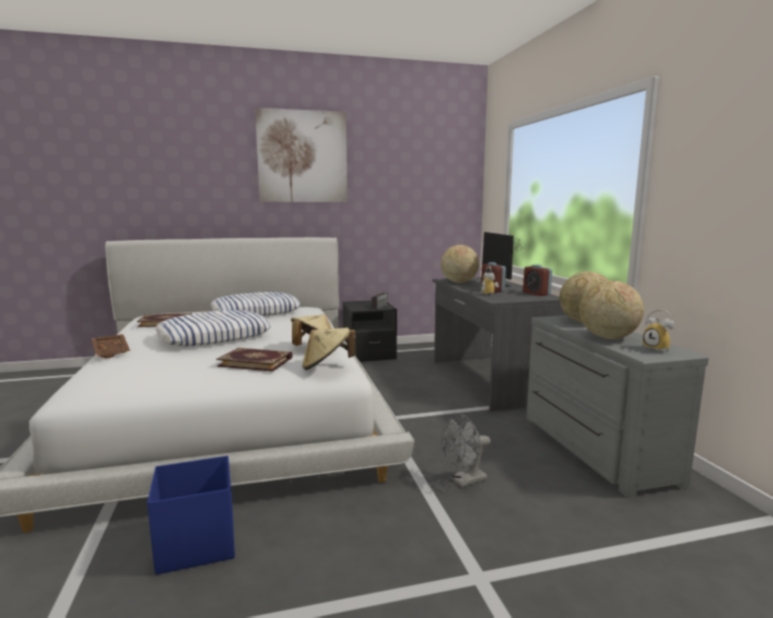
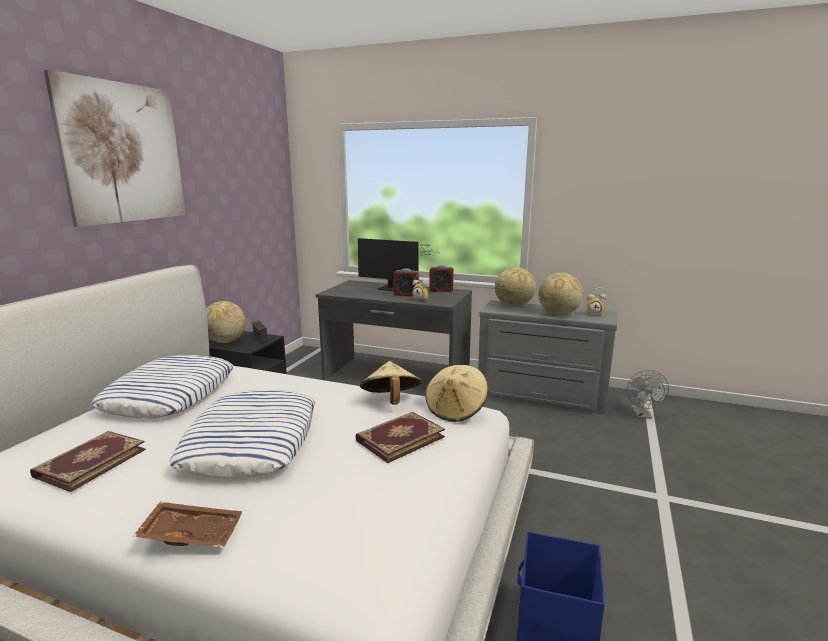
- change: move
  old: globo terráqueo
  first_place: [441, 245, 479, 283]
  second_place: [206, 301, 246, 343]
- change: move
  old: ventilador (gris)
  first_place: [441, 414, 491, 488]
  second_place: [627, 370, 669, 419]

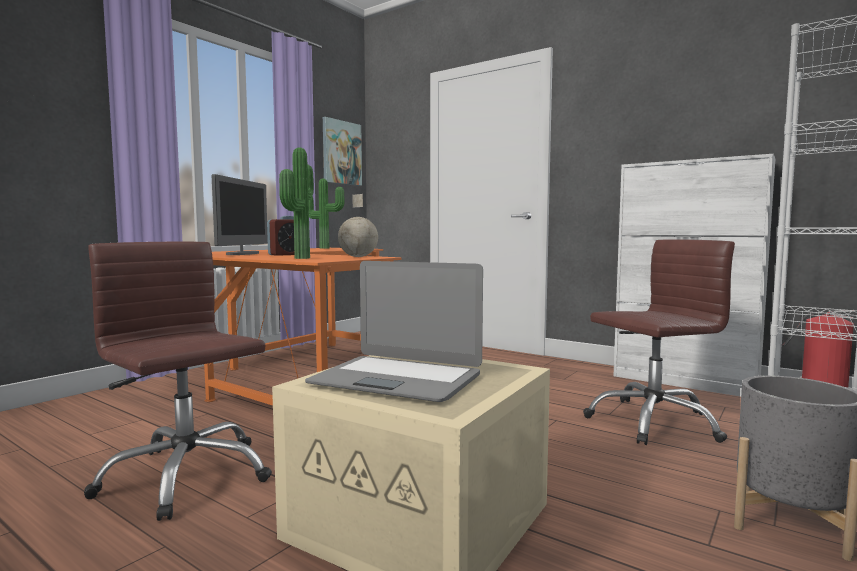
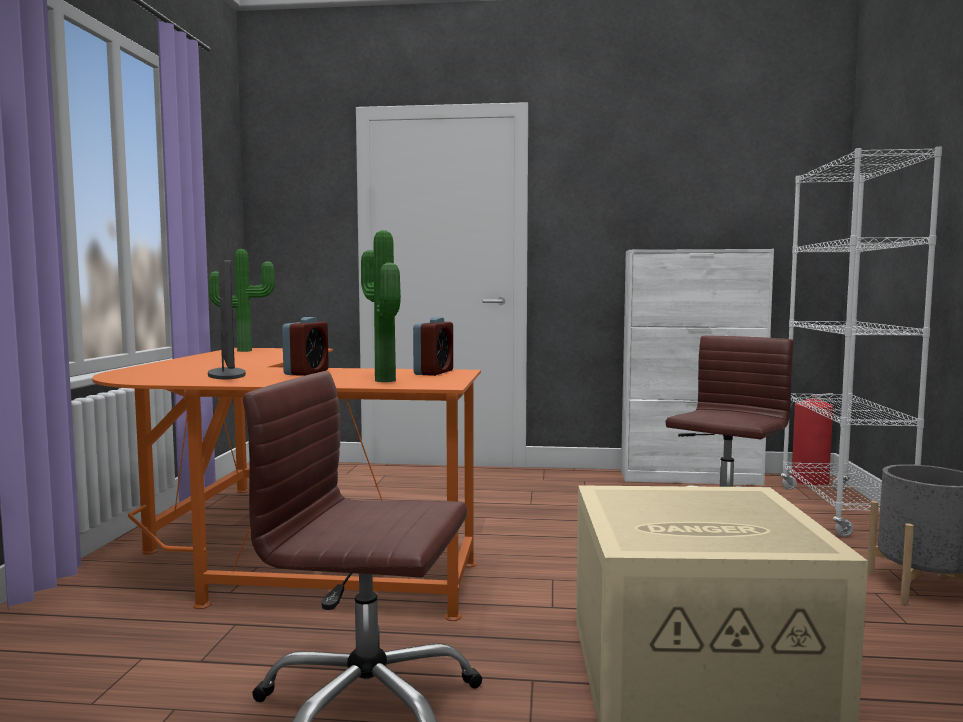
- change: replace
  old: globo terráqueo
  new: despertador
  first_place: [338, 194, 378, 257]
  second_place: [413, 317, 453, 376]
- change: delete
  old: portátil
  first_place: [305, 261, 483, 402]
- change: delete
  old: cuadro
  first_place: [323, 117, 362, 186]

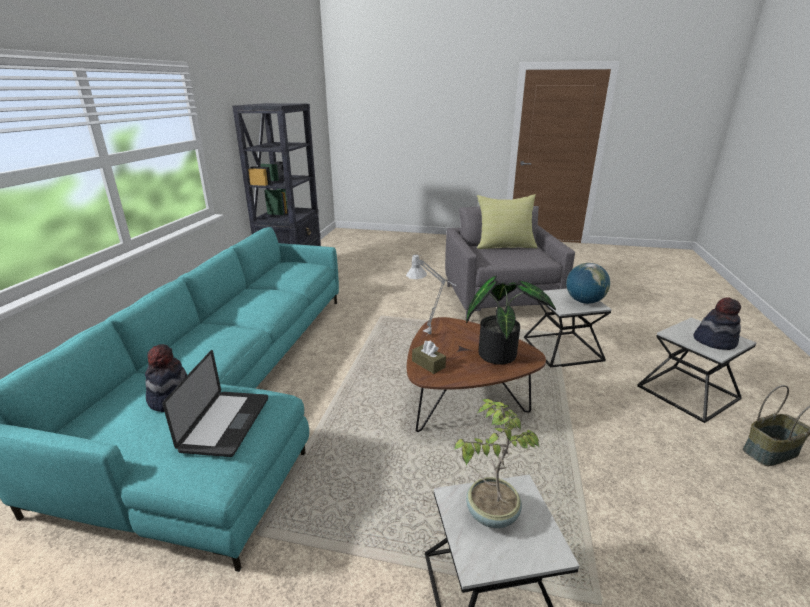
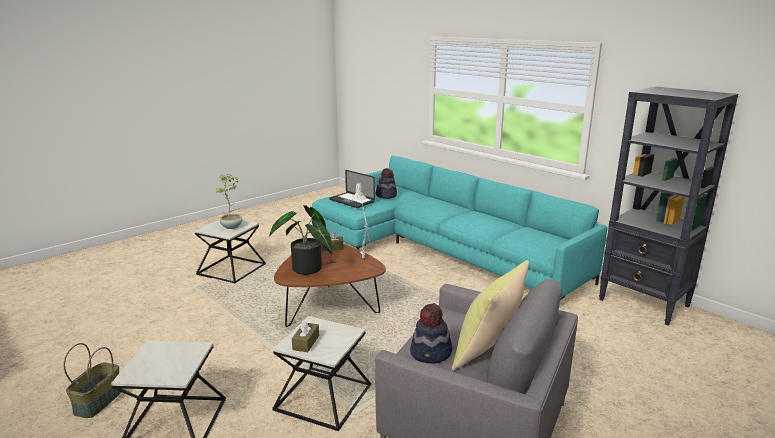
- change: replace
  old: globo terráqueo
  new: caja de pañuelos (marrón)
  first_place: [566, 263, 610, 304]
  second_place: [292, 319, 319, 352]
- change: move
  old: sombrero
  first_place: [693, 297, 741, 350]
  second_place: [410, 303, 452, 364]

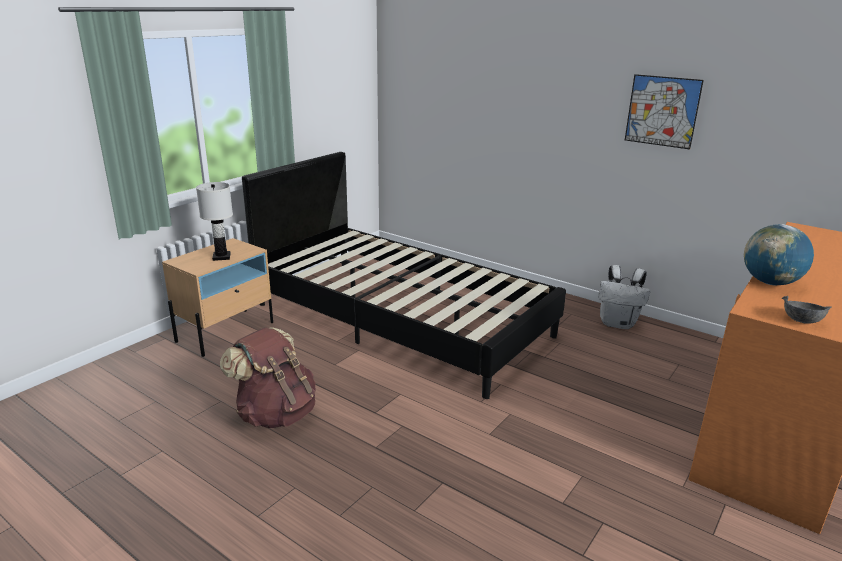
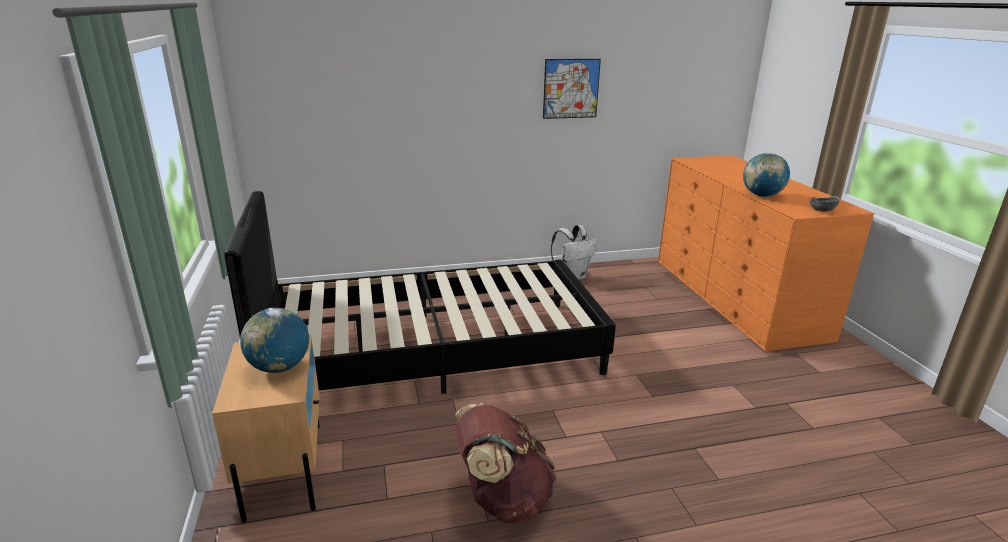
- change: replace
  old: lámpara de mesa (blanco)
  new: globo terráqueo
  first_place: [196, 182, 233, 261]
  second_place: [240, 308, 309, 373]

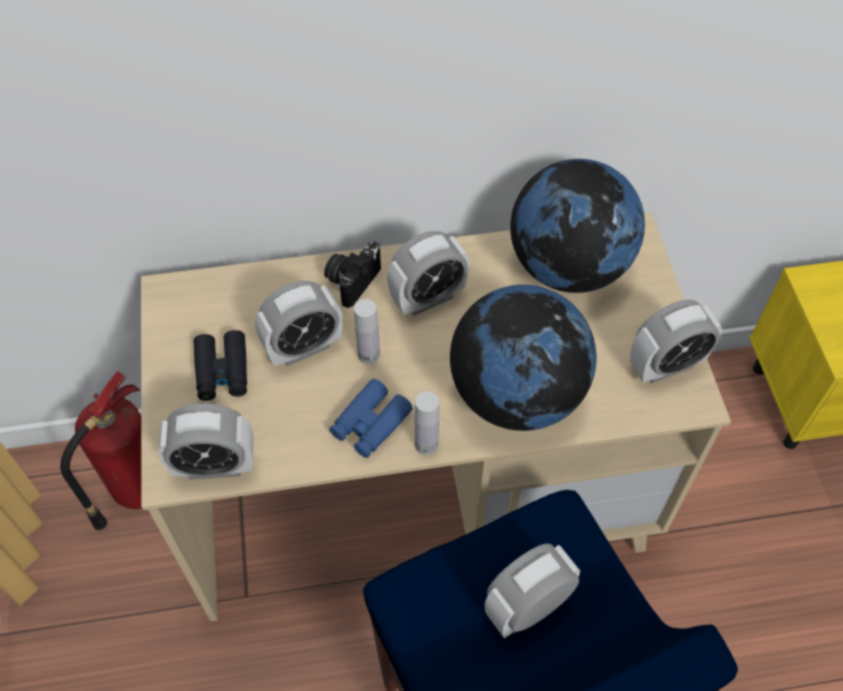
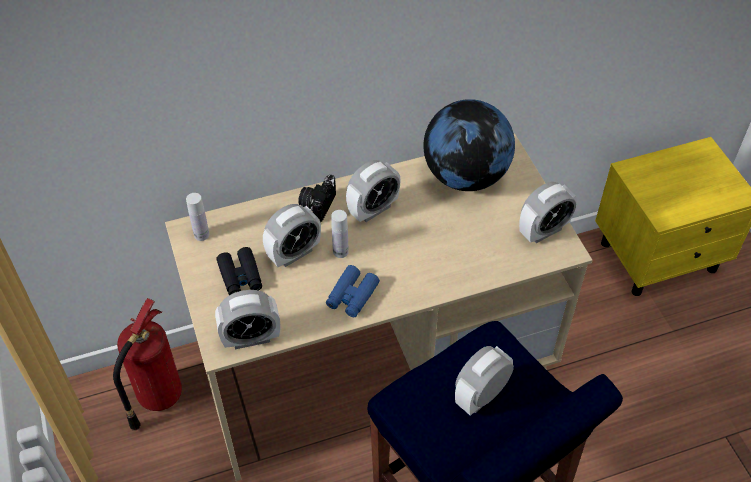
- change: move
  old: botella (blanco)
  first_place: [414, 391, 439, 455]
  second_place: [186, 193, 210, 241]
- change: delete
  old: globo terráqueo
  first_place: [450, 285, 596, 431]

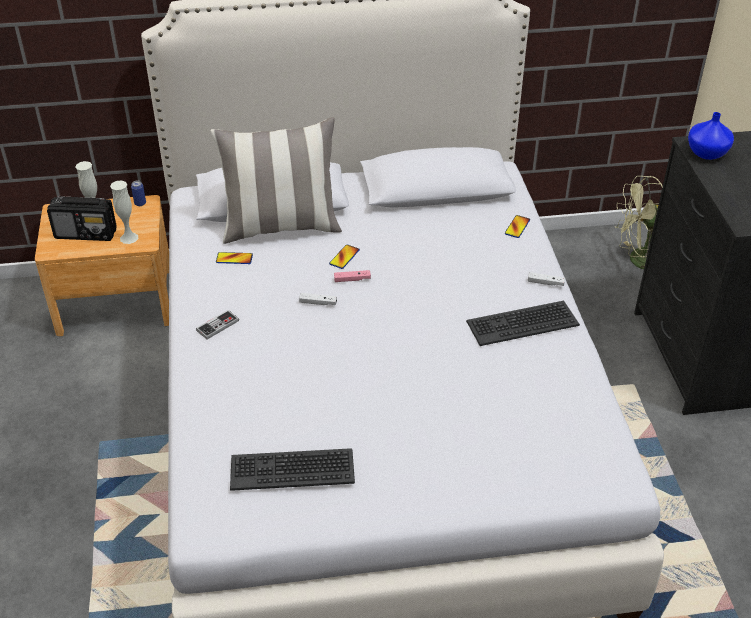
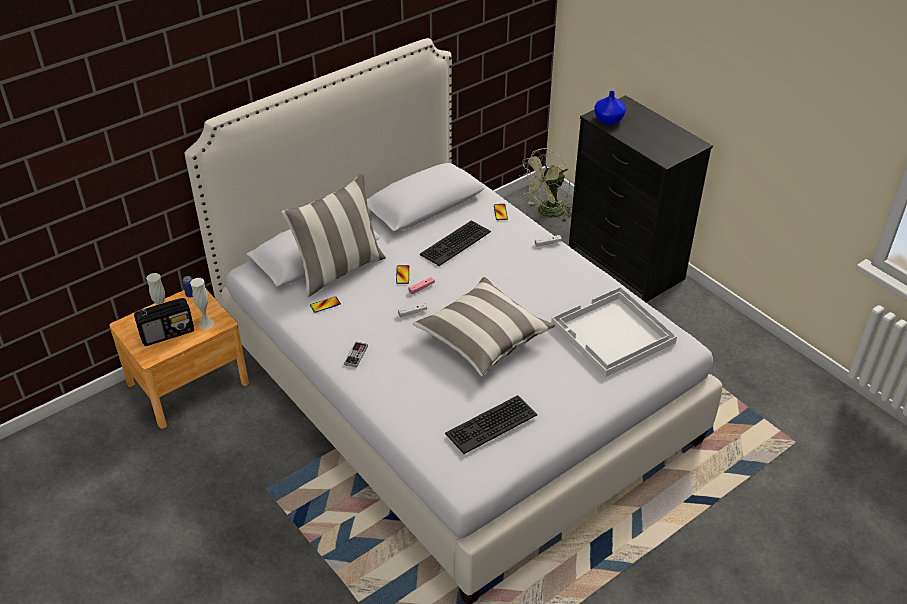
- change: insert
  new: cojín
  second_place: [413, 277, 555, 377]
- change: move
  old: teclado
  first_place: [466, 301, 580, 346]
  second_place: [420, 220, 491, 266]
- change: insert
  new: bandeja (blanco)
  second_place: [551, 287, 677, 377]

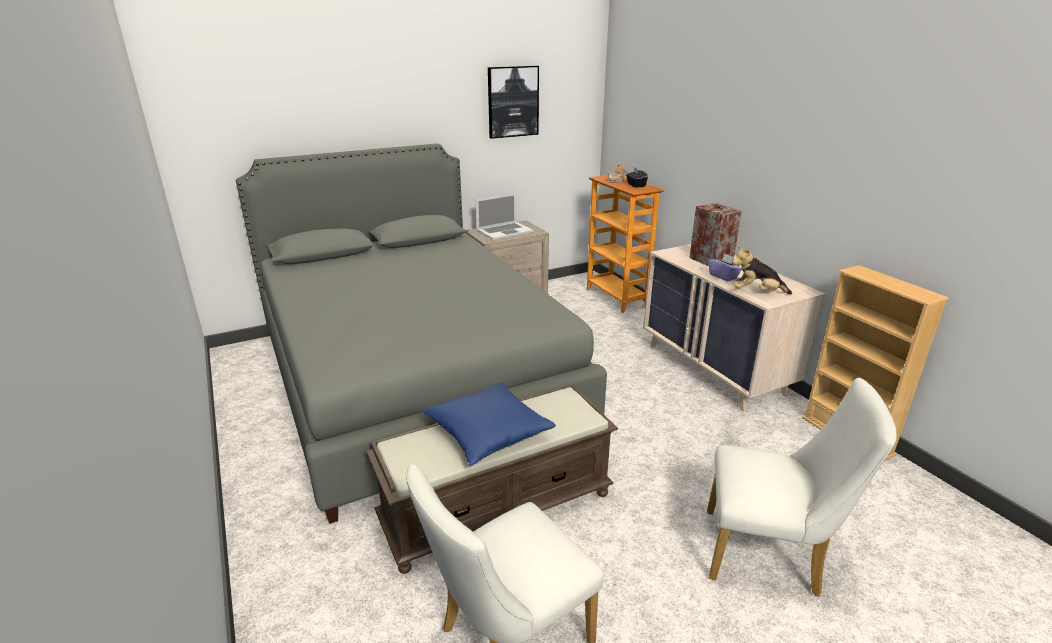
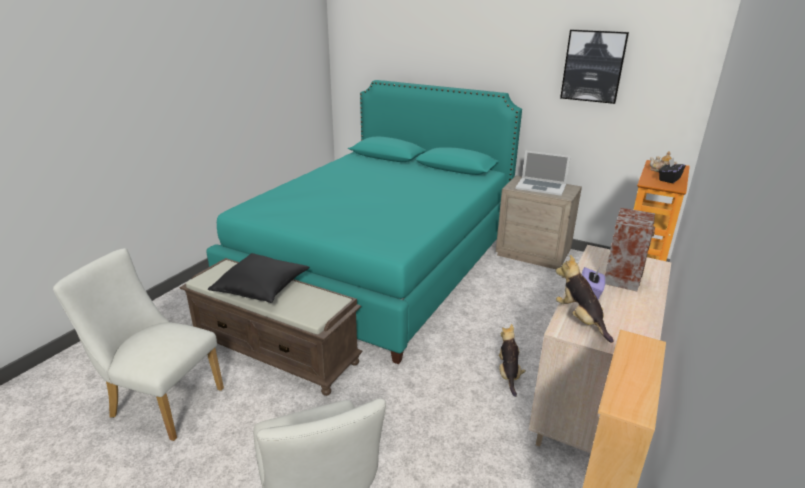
- change: recolor
  old: cama (gris)
  new: cama (turquesa)
  first_place: [236, 143, 607, 524]
  second_place: [206, 80, 522, 364]
- change: recolor
  old: cojín (azul)
  new: cojín (negro)
  first_place: [423, 383, 556, 466]
  second_place: [208, 253, 310, 303]
- change: insert
  new: peluche
  second_place: [499, 324, 526, 397]

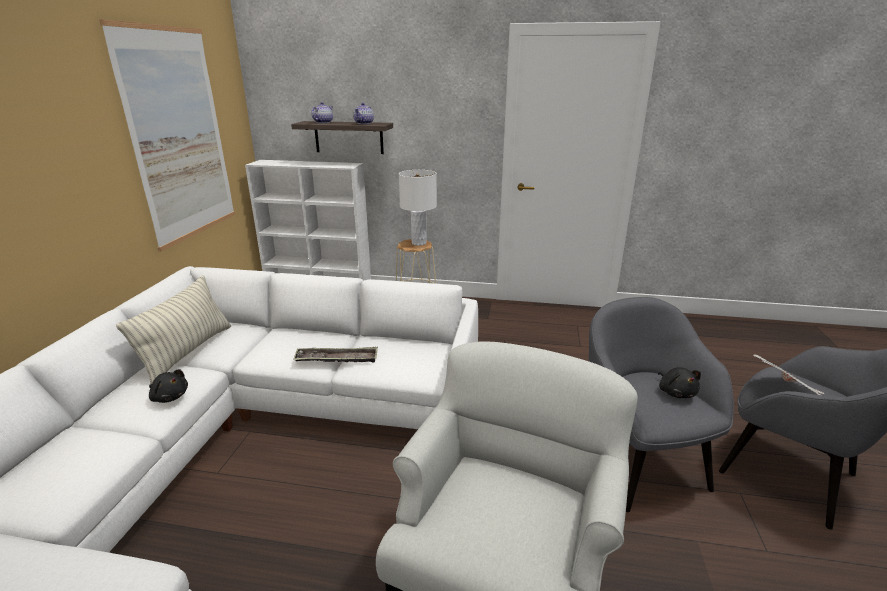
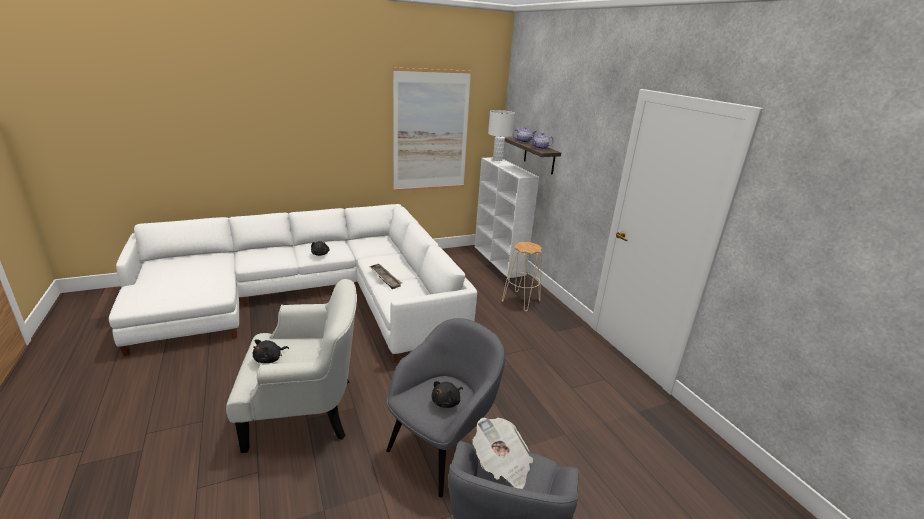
- change: insert
  new: peluche (negro)
  second_place: [253, 339, 289, 363]
- change: move
  old: lámpara de mesa (blanco)
  first_place: [399, 170, 437, 246]
  second_place: [488, 110, 515, 161]
- change: delete
  old: cojín
  first_place: [116, 276, 231, 384]

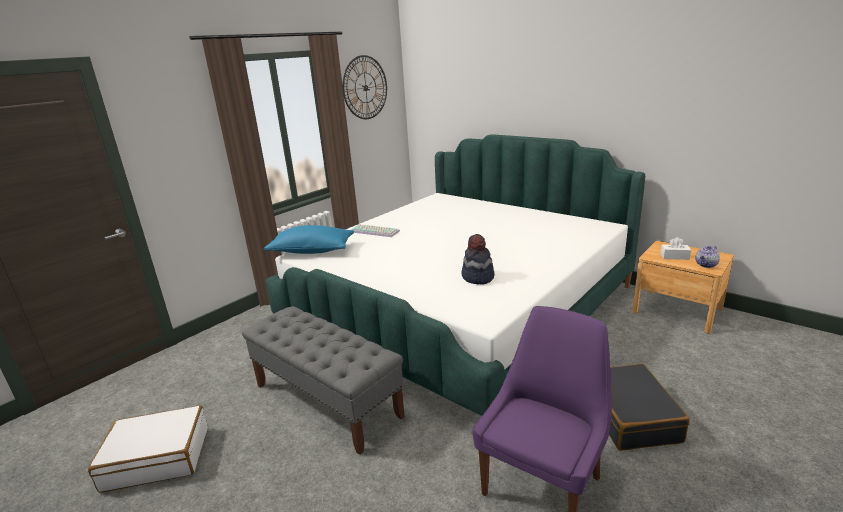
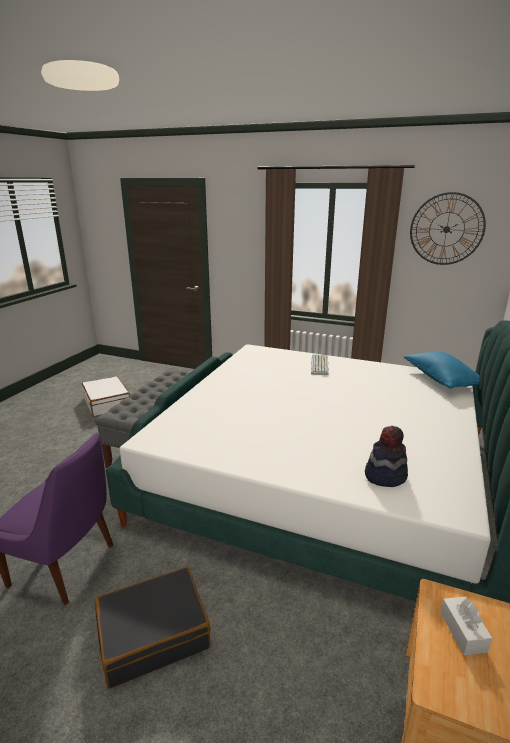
- change: move
  old: sombrero
  first_place: [462, 234, 494, 285]
  second_place: [365, 426, 408, 487]
- change: move
  old: cojín (azul)
  first_place: [264, 225, 354, 254]
  second_place: [404, 351, 480, 389]
- change: delete
  old: tetera
  first_place: [695, 246, 720, 268]

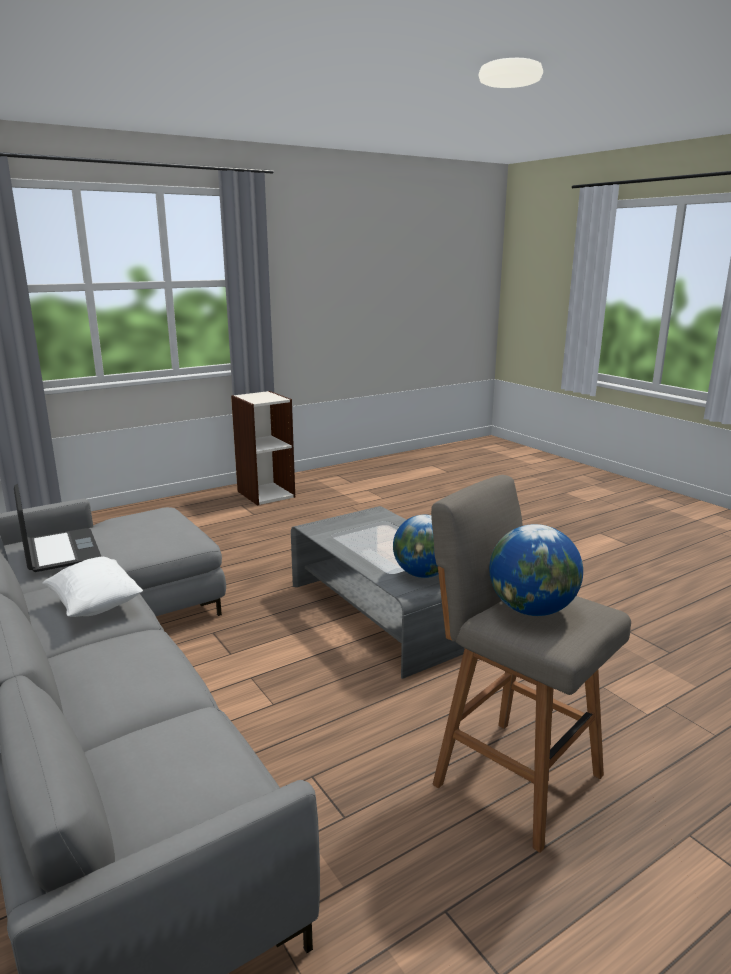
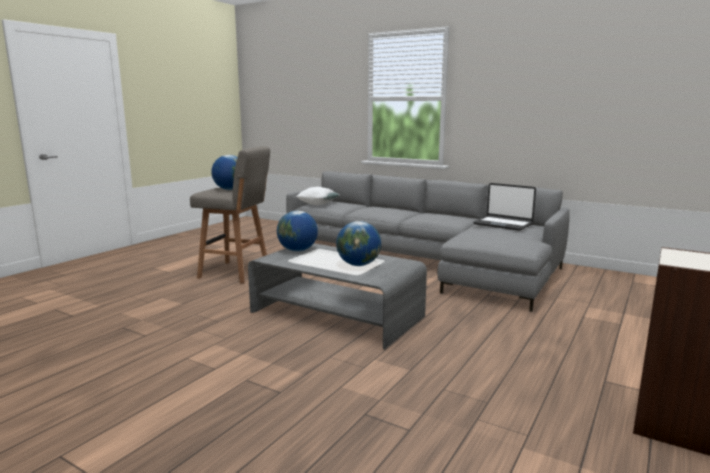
- change: move
  old: cojín (blanco)
  first_place: [42, 557, 143, 617]
  second_place: [296, 187, 340, 205]
- change: insert
  new: globo terráqueo
  second_place: [336, 221, 381, 266]

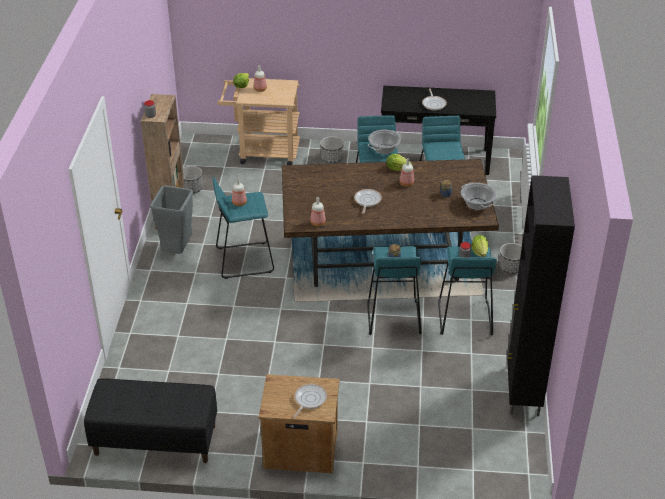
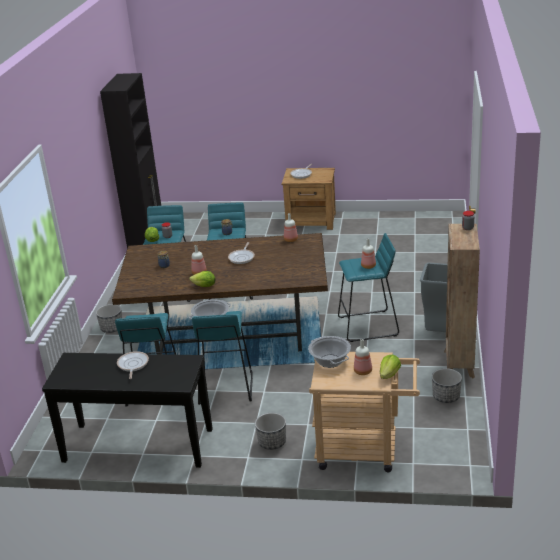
- change: move
  old: olla
  first_place: [461, 183, 496, 210]
  second_place: [308, 336, 351, 368]
- change: delete
  old: banco (negro)
  first_place: [84, 378, 217, 463]

